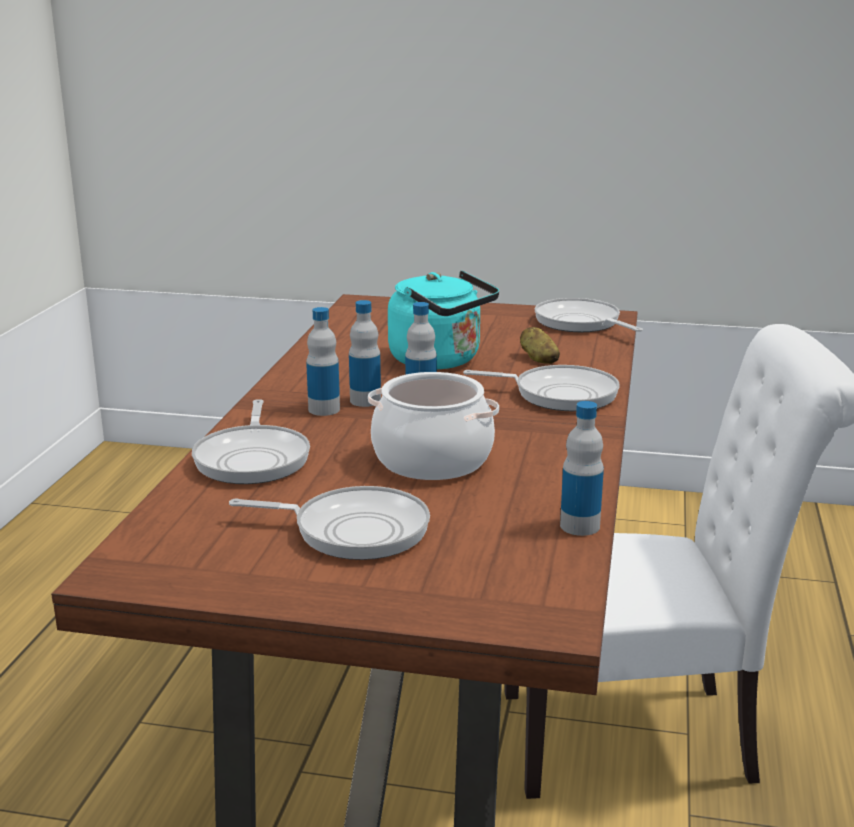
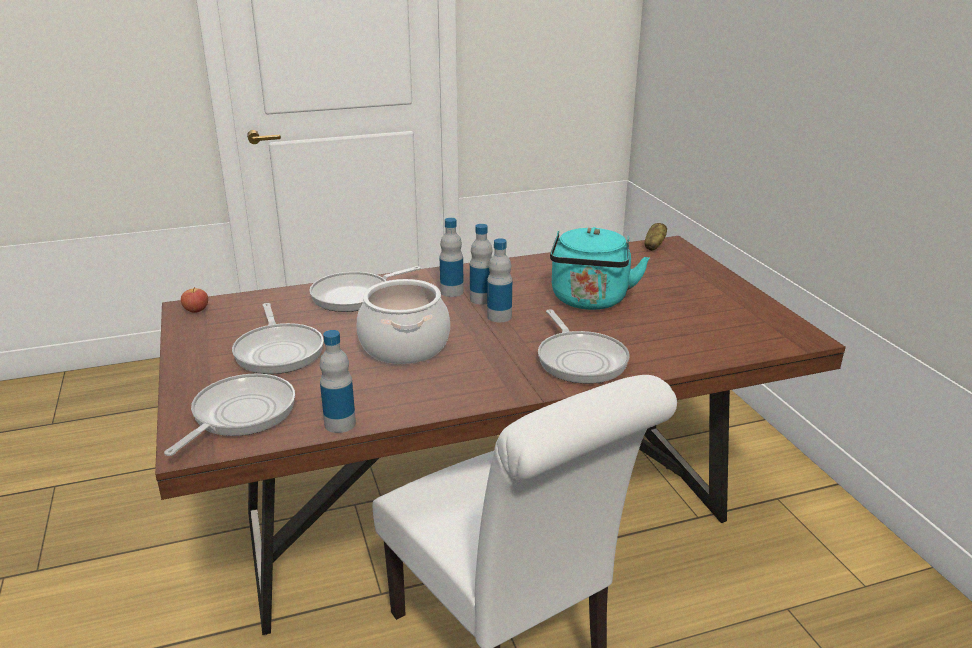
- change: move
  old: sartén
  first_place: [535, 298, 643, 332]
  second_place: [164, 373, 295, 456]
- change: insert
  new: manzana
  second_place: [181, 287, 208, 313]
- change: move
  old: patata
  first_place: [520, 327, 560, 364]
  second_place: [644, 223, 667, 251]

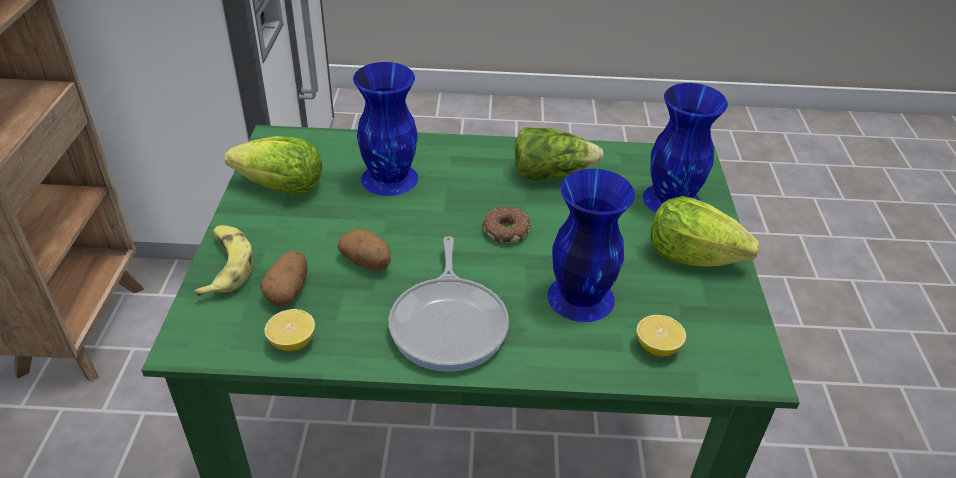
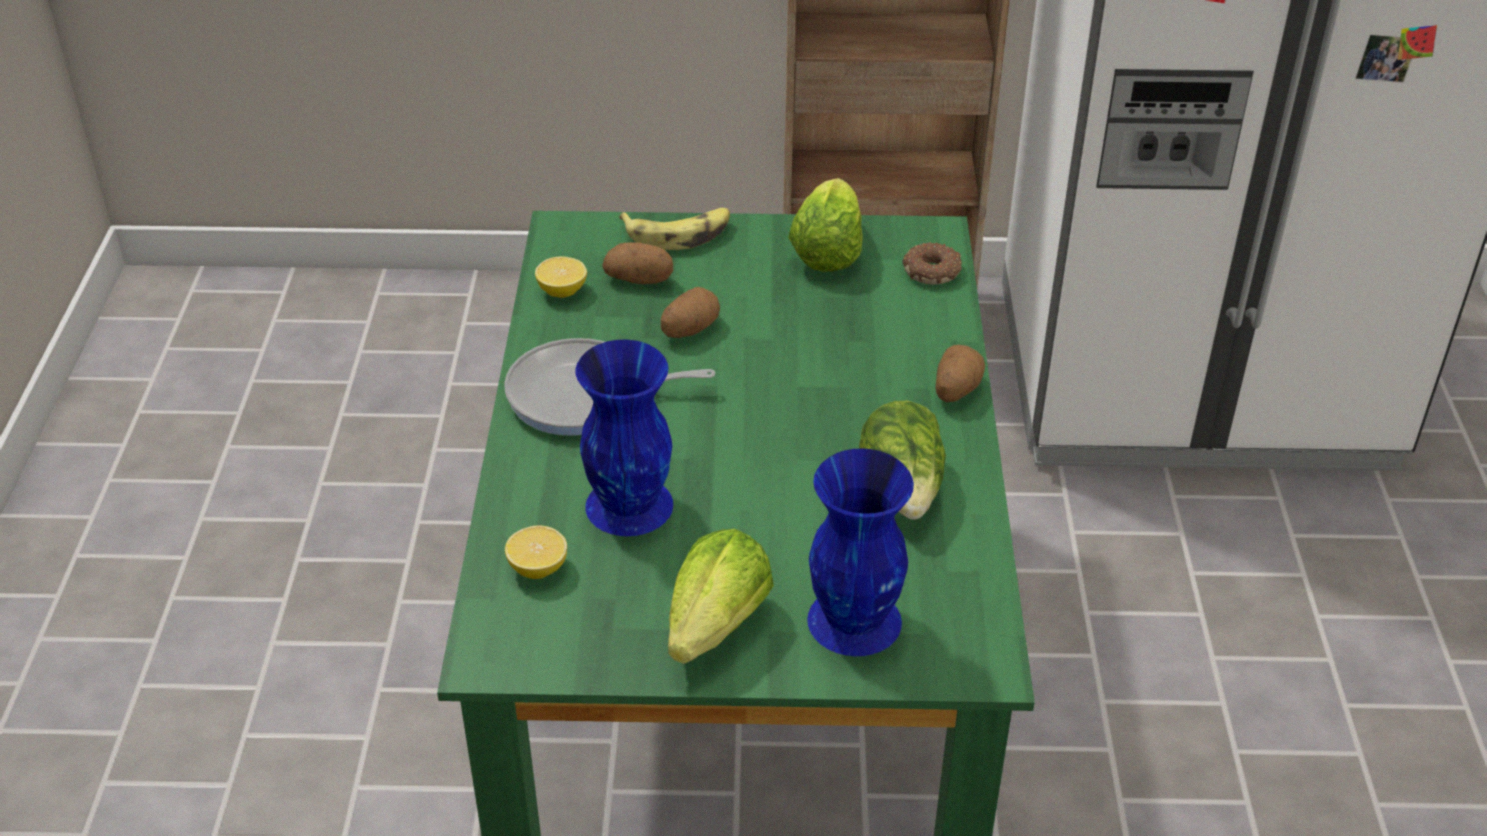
- change: move
  old: rosquilla
  first_place: [482, 206, 531, 243]
  second_place: [903, 242, 962, 285]
- change: insert
  new: patata
  second_place: [935, 345, 985, 402]
- change: delete
  old: florero (azul)
  first_place: [353, 62, 418, 196]

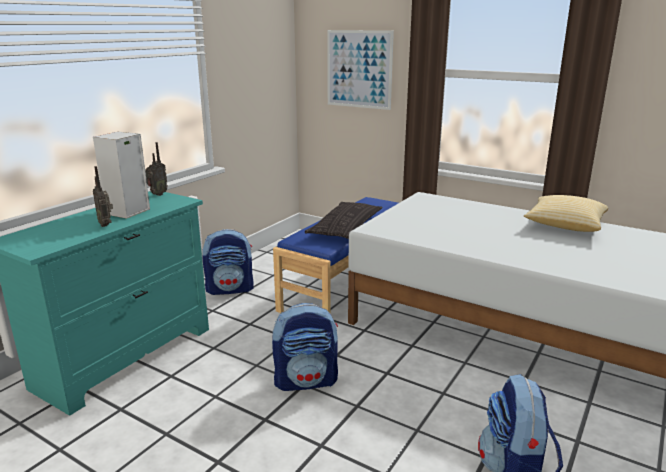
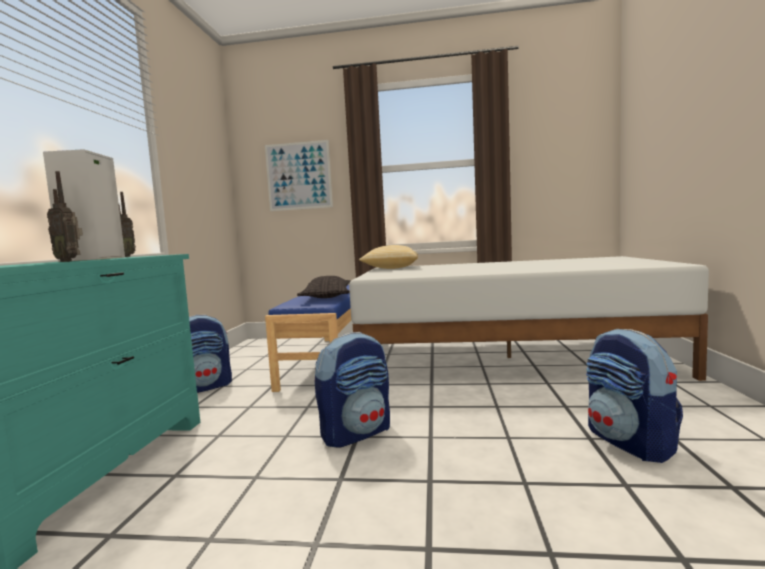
- change: move
  old: cojín
  first_place: [524, 195, 608, 232]
  second_place: [359, 245, 418, 269]

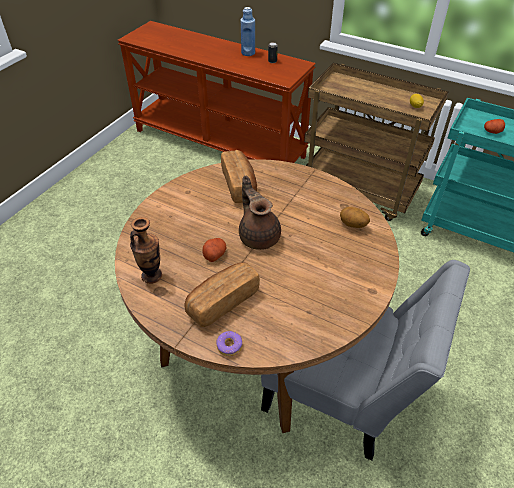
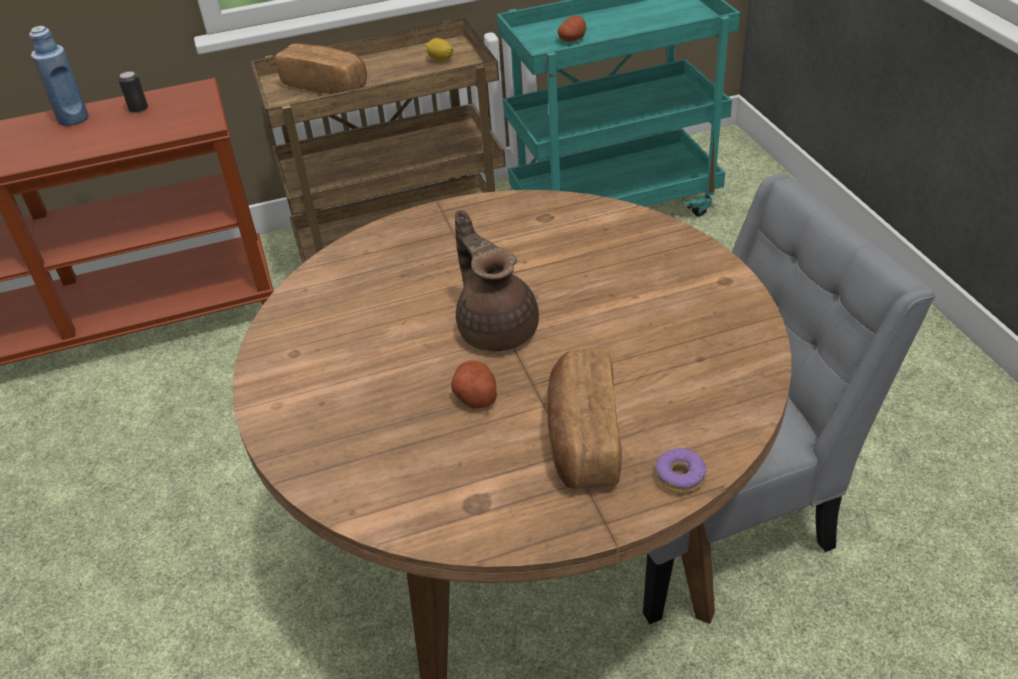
- change: move
  old: pan
  first_place: [221, 150, 257, 203]
  second_place: [275, 43, 367, 94]
- change: rotate
  old: tetera (marrón)
  first_place: [239, 176, 281, 250]
  second_place: [455, 210, 539, 351]
  degrees: 45
- change: delete
  old: florero
  first_place: [130, 217, 162, 284]
- change: delete
  old: patata
  first_place: [340, 207, 370, 228]

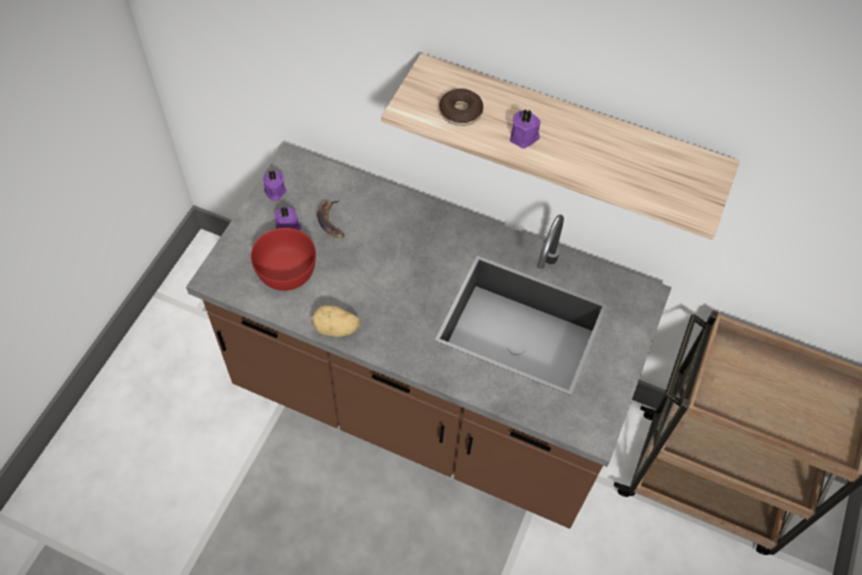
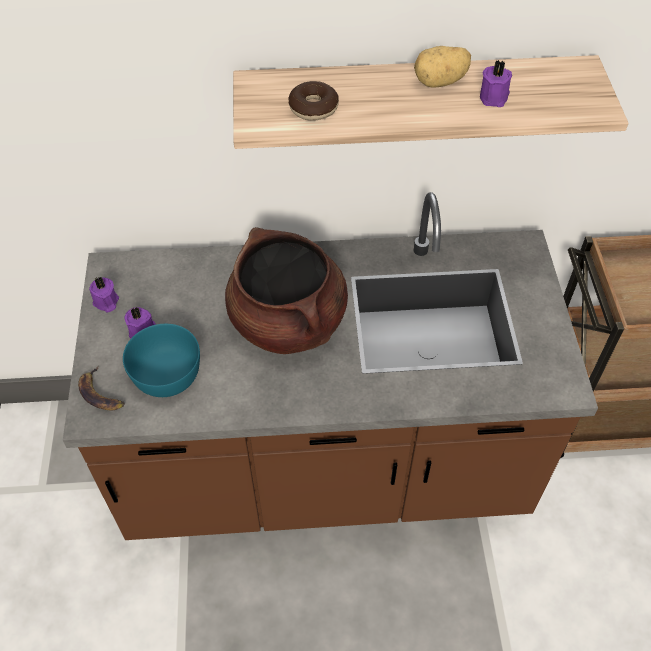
- change: move
  old: plátano
  first_place: [317, 200, 345, 238]
  second_place: [78, 366, 125, 410]
- change: recolor
  old: cuenco (rojo)
  new: cuenco (turquesa)
  first_place: [251, 228, 316, 291]
  second_place: [123, 324, 200, 397]
- change: insert
  new: olla (marrón)
  second_place: [225, 227, 348, 354]
- change: move
  old: patata
  first_place: [312, 305, 360, 337]
  second_place: [414, 46, 471, 88]
- change: move
  old: vela (morado)
  first_place: [510, 110, 541, 149]
  second_place: [480, 60, 512, 107]

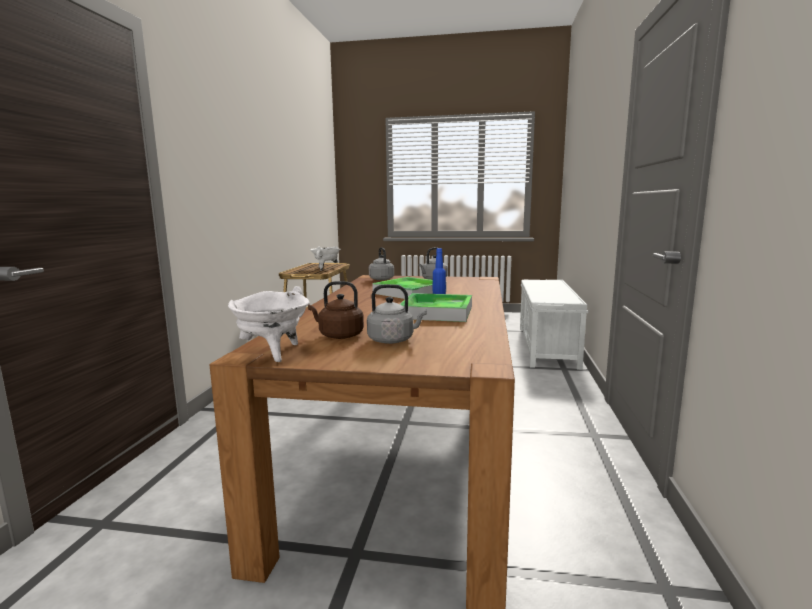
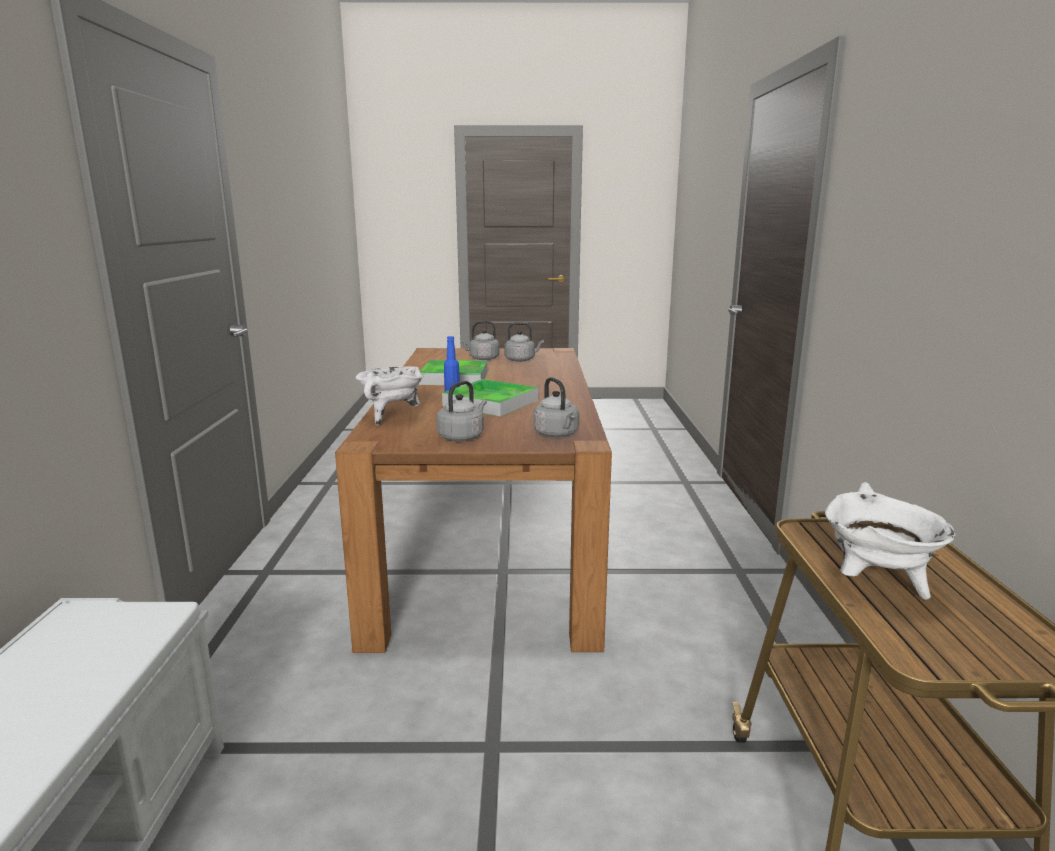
- change: move
  old: olla (blanco)
  first_place: [228, 286, 310, 362]
  second_place: [355, 366, 424, 425]
- change: recolor
  old: hervidor (marrón)
  new: hervidor (gris)
  first_place: [308, 281, 364, 339]
  second_place: [504, 322, 544, 362]

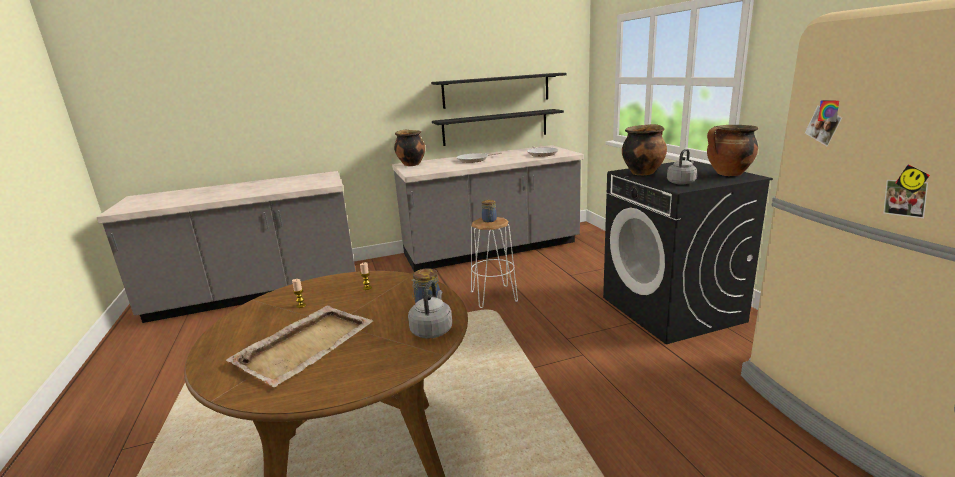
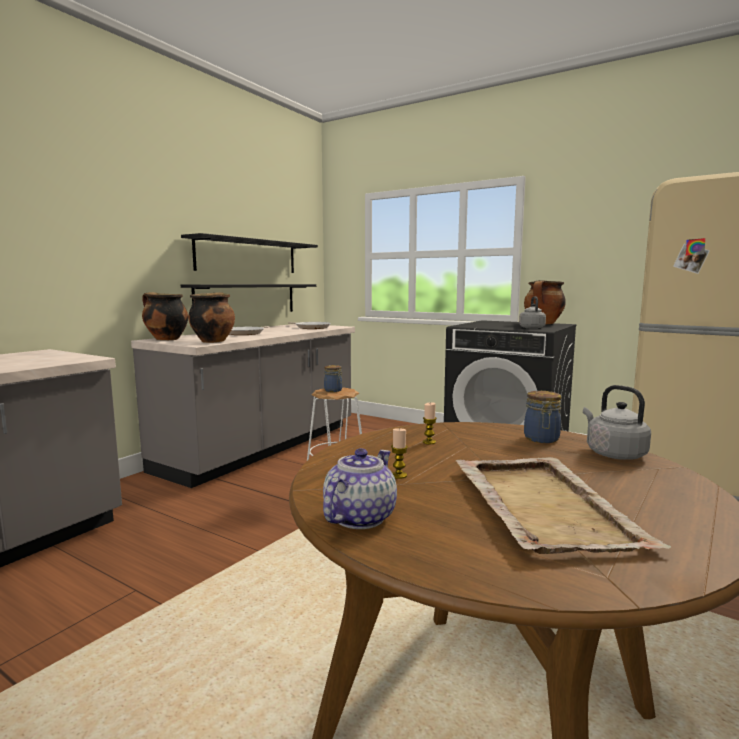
- change: move
  old: olla
  first_place: [622, 124, 667, 175]
  second_place: [188, 292, 235, 343]
- change: insert
  new: tetera
  second_place: [323, 448, 397, 529]

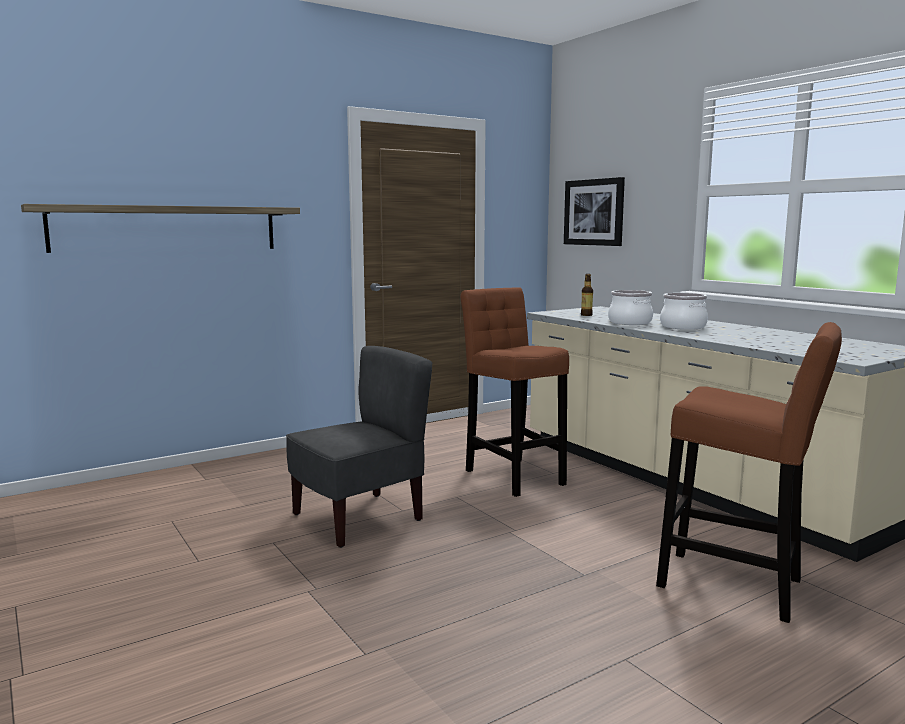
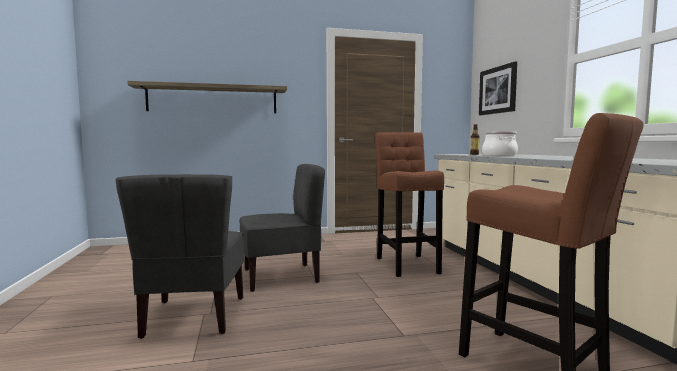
- change: insert
  new: silla (gris)
  second_place: [116, 174, 244, 339]
- change: delete
  old: olla
  first_place: [660, 293, 708, 330]

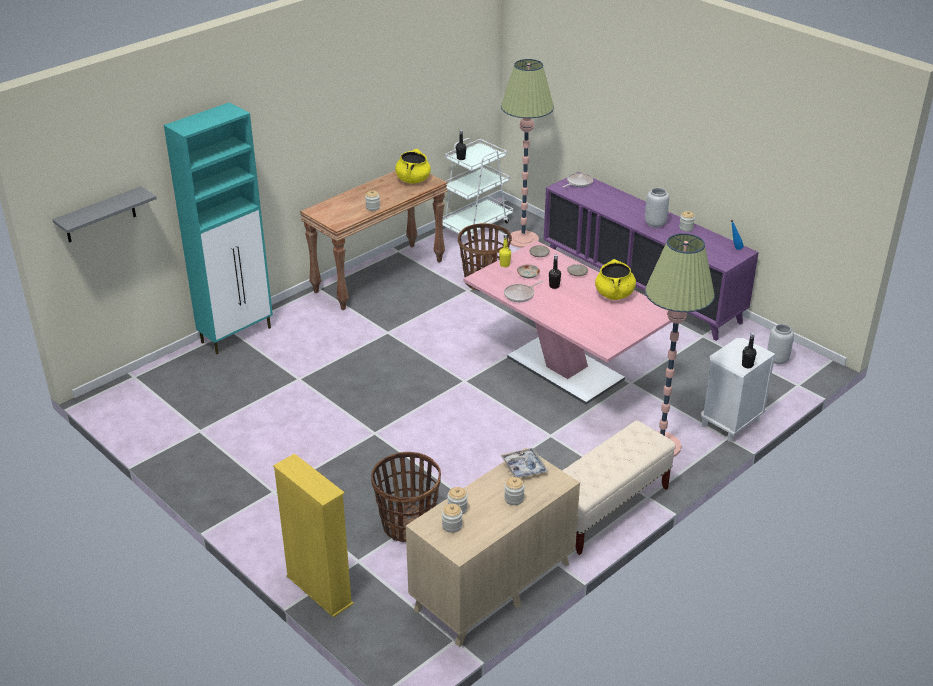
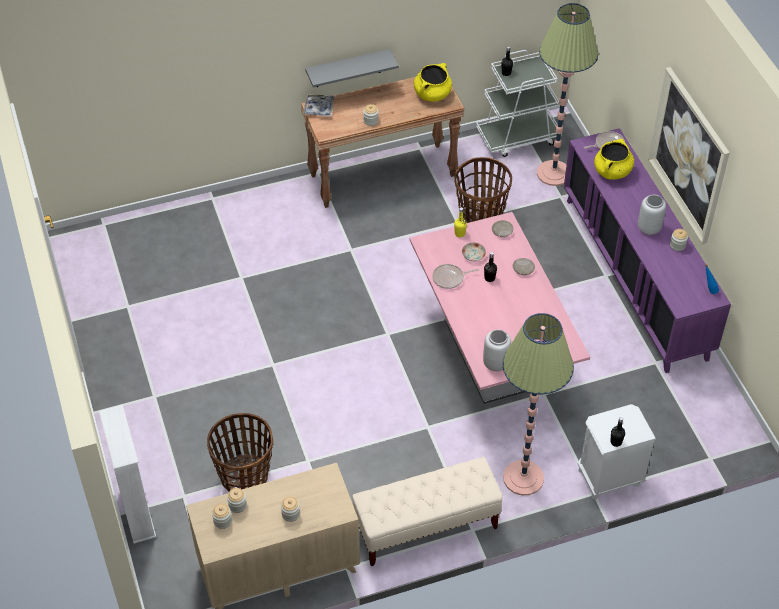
- change: recolor
  old: estantería (amarillo)
  new: estantería (blanco)
  first_place: [273, 453, 354, 618]
  second_place: [99, 405, 156, 544]
- change: move
  old: bandeja
  first_place: [501, 448, 548, 478]
  second_place: [303, 94, 334, 116]
- change: move
  old: estante (gris)
  first_place: [52, 186, 157, 243]
  second_place: [305, 49, 399, 87]
- change: move
  old: florero (gris)
  first_place: [767, 324, 794, 365]
  second_place: [483, 329, 511, 371]
- change: move
  old: olla (amarillo)
  first_place: [595, 259, 636, 300]
  second_place: [594, 139, 634, 180]
- change: insert
  new: cuadro
  second_place: [648, 67, 730, 245]
- change: delete
  old: armario (turquesa)
  first_place: [164, 102, 273, 354]

